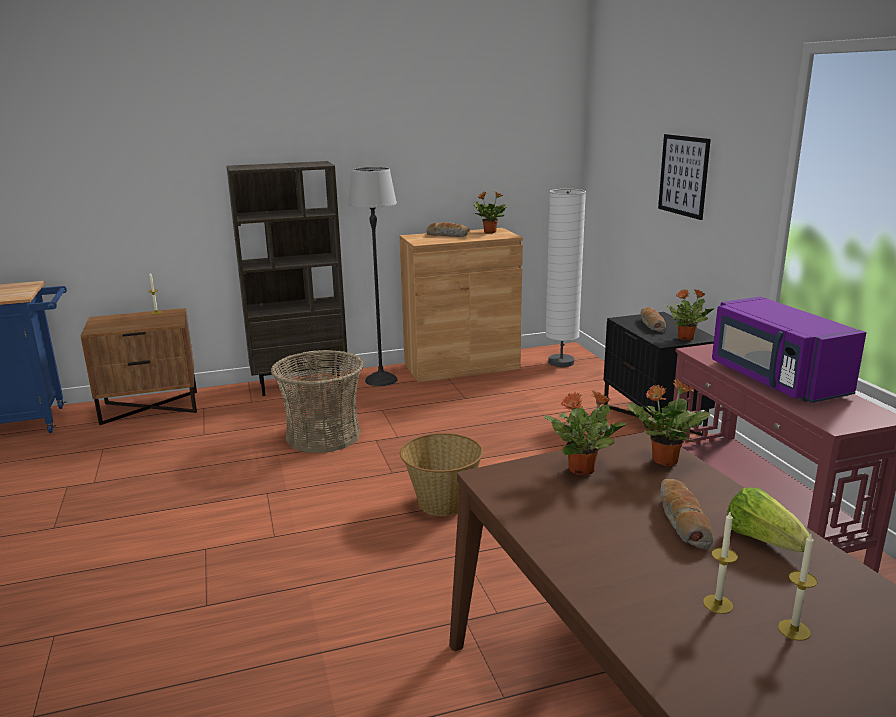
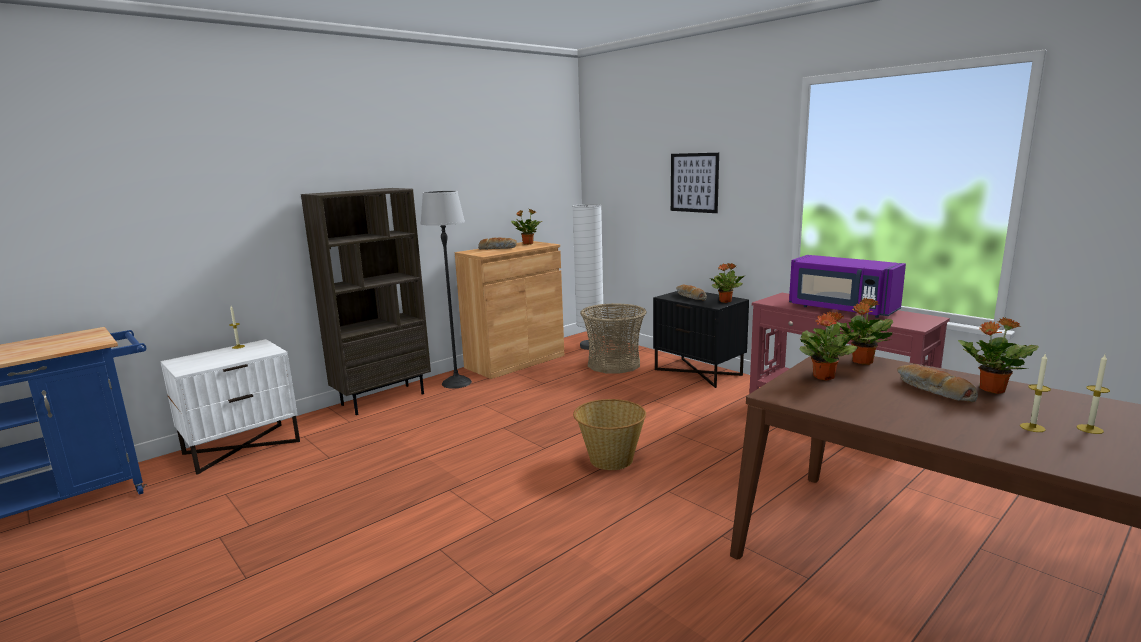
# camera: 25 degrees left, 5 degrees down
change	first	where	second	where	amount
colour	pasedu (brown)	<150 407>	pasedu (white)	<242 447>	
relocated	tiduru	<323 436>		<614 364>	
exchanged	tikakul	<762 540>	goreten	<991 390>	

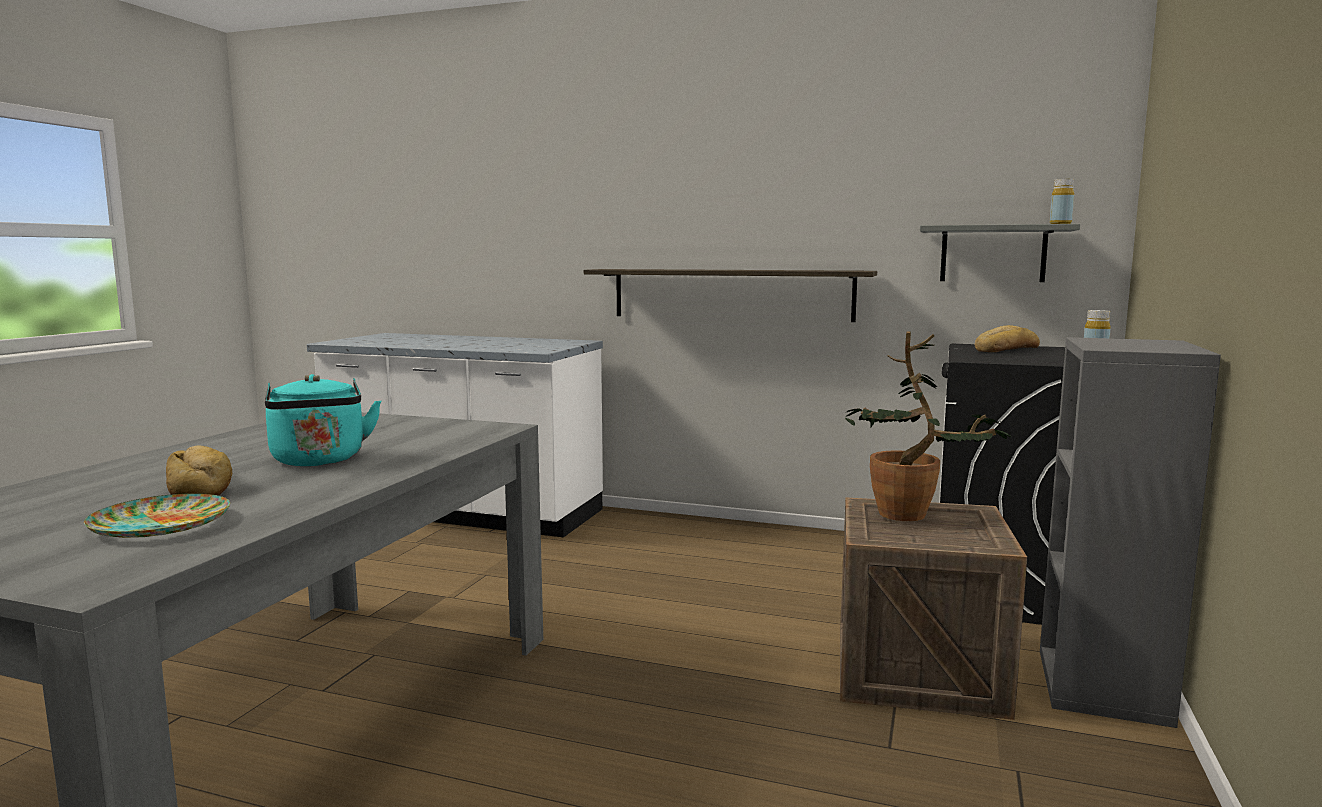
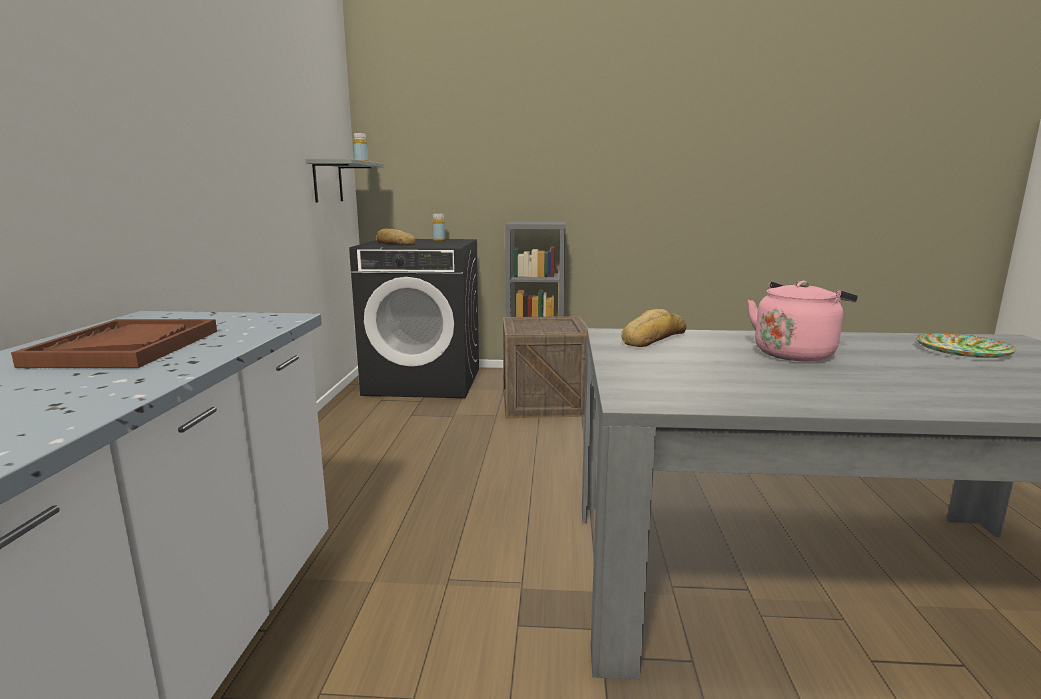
# camera: 105 degrees left, 5 degrees up
change	first	where	second	where	amount
missing	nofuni	<731 294>			
missing	goreten	<914 516>			
colour	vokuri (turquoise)	<319 461>	vokuri (pink)	<795 353>	
relocated	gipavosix	<199 485>		<651 338>	
appeared			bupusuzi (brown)	<127 347>	

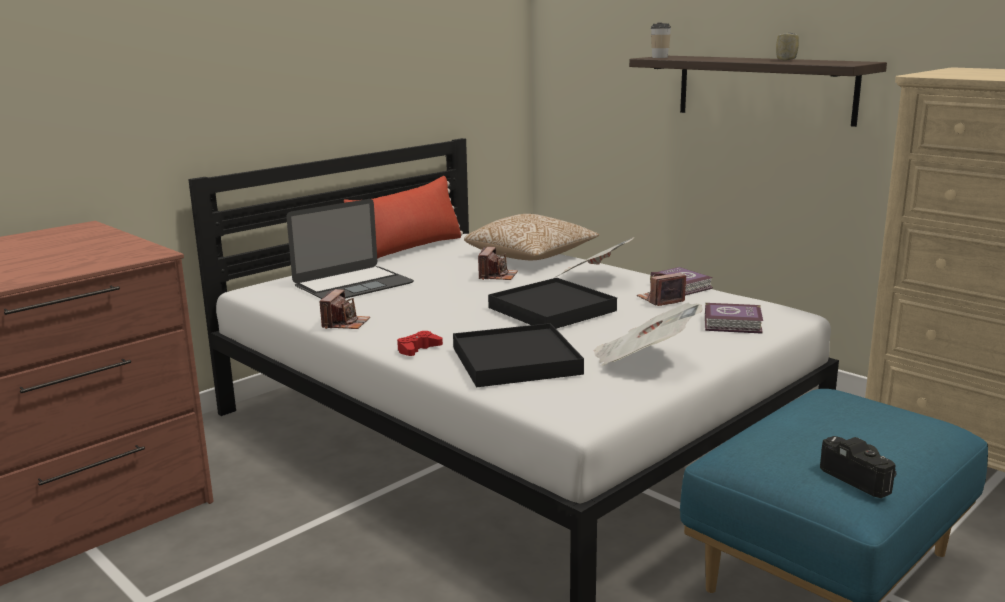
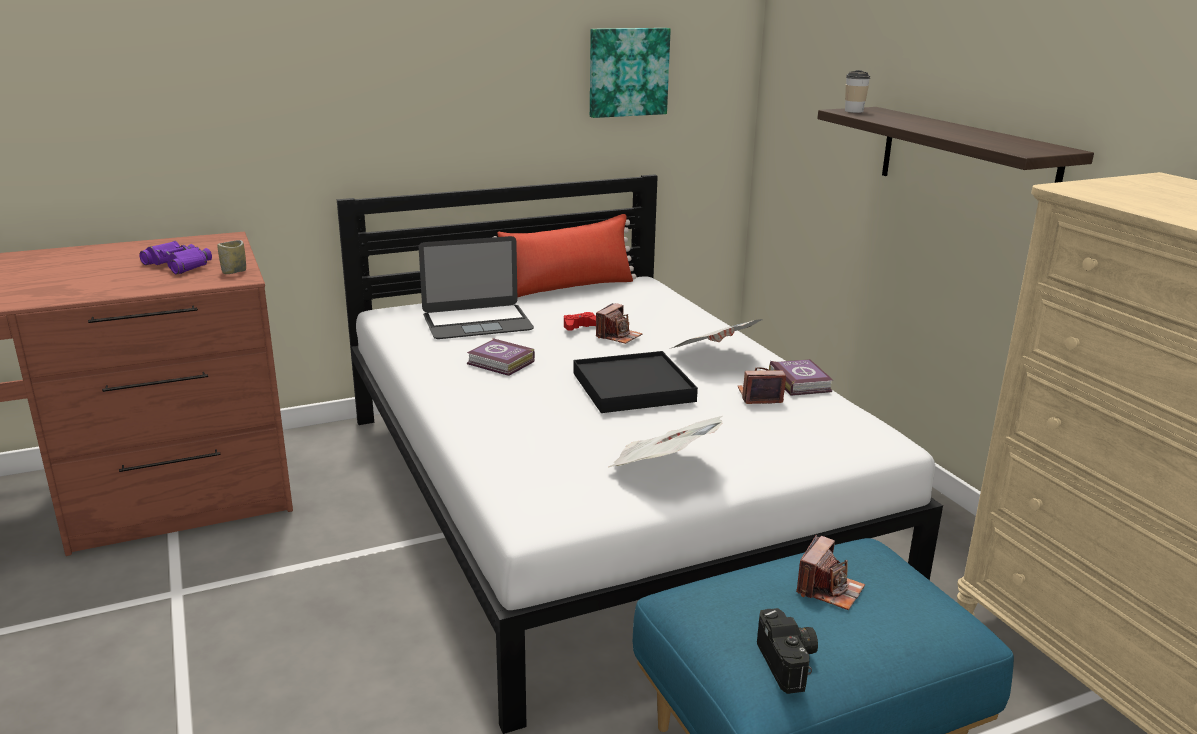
# camera: 20 degrees right, 5 degrees up
change	first	where	second	where	amount
relocated	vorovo	<786 60>		<234 272>	
missing	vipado	<531 256>			
relocated	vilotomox	<345 323>		<829 589>	
relocated	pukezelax	<734 325>		<501 363>	
missing	bupusuzi (black)	<516 361>			
relocated	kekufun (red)	<418 349>		<580 326>	
appeared			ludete	<627 72>	
appeared			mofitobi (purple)	<178 265>	

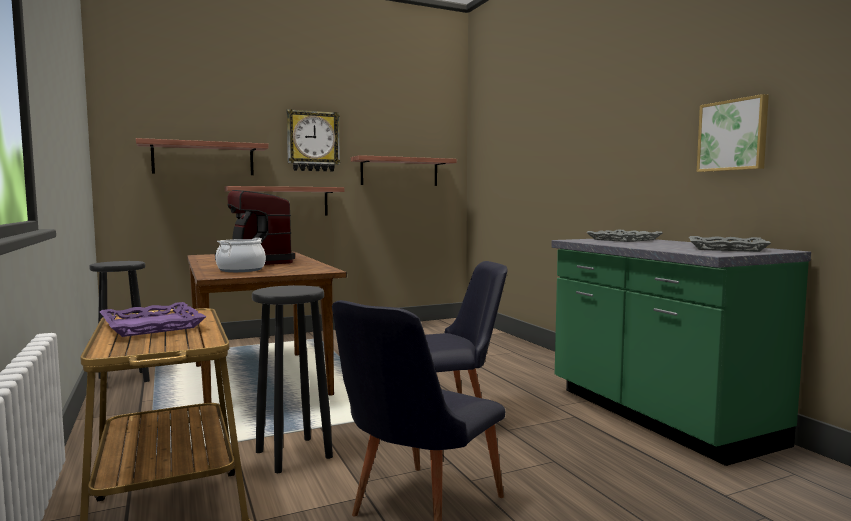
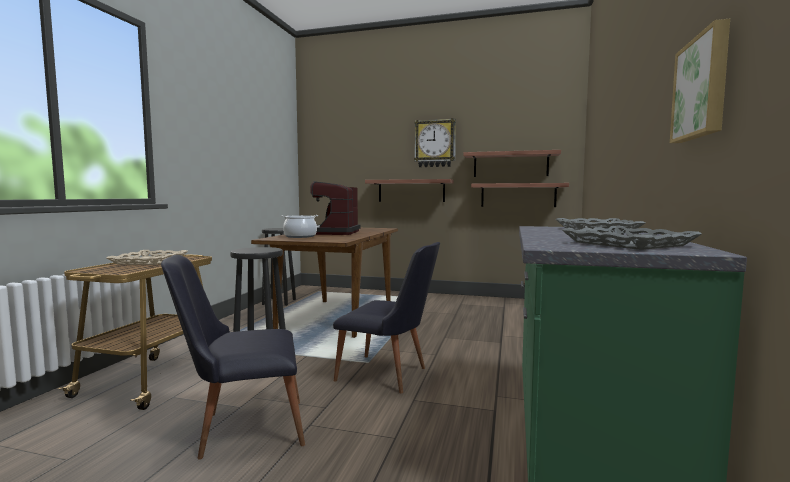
# camera: 40 degrees right, 0 degrees up
change	first	where	second	where	amount
relocated	nofuni	<203 159>		<518 195>	
colour	bupusuzi (purple)	<151 326>	bupusuzi (beige)	<149 261>	

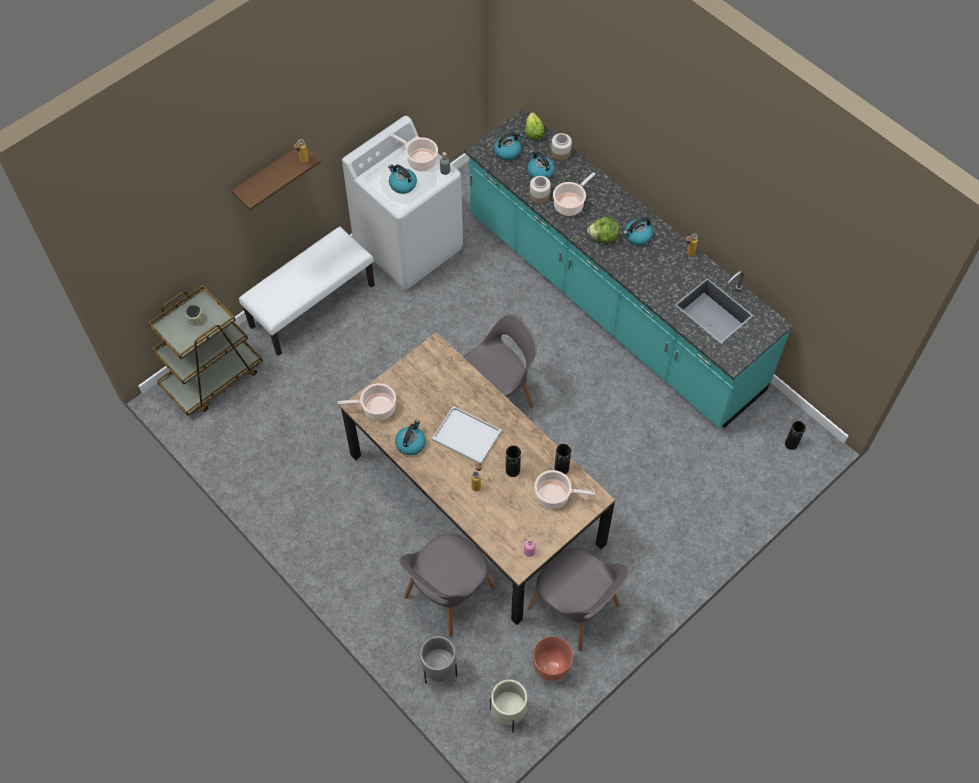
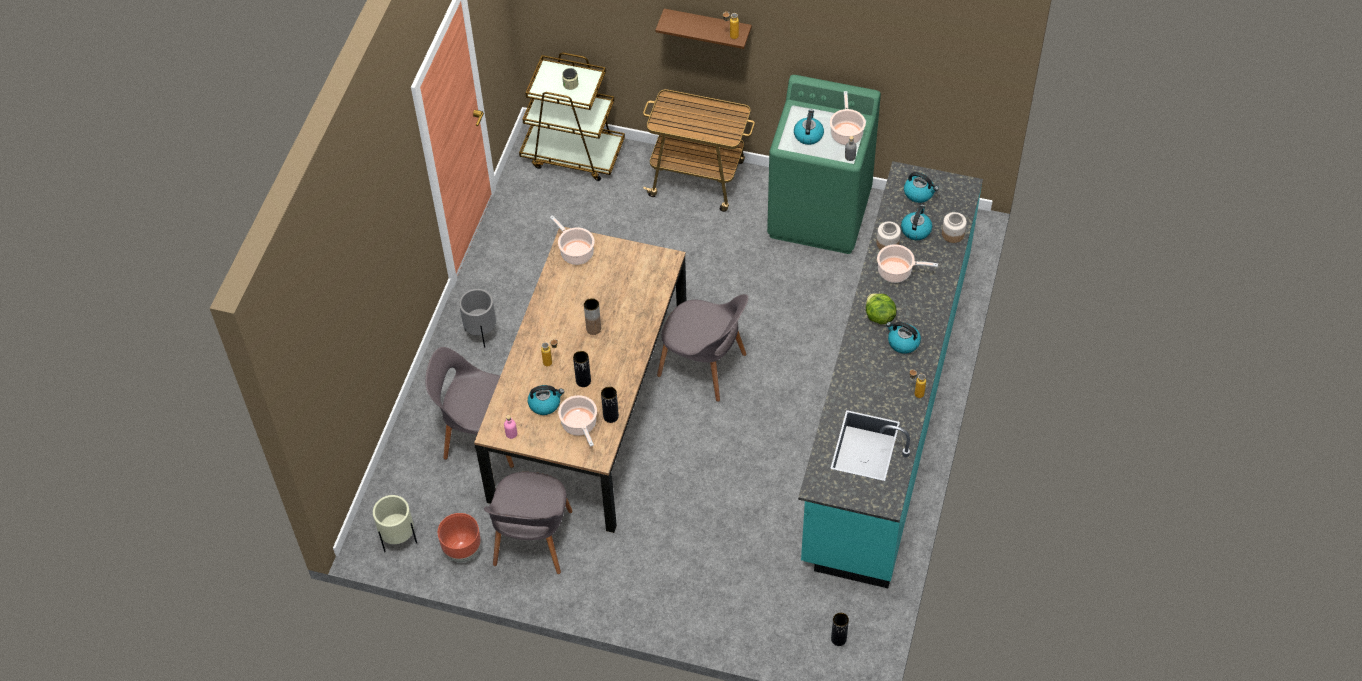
# camera: 60 degrees right, 5 degrees down
change	first	where	second	where	amount
missing	tikakul	<533 132>			
colour	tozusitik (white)	<409 246>	tozusitik (green)	<820 213>	
exchanged	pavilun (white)	<312 305>	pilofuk	<699 179>	
exchanged	bupusuzi (white)	<465 436>	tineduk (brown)	<593 328>	
relocated	vokuri	<410 443>		<545 403>	
relocated	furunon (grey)	<439 670>		<482 334>	

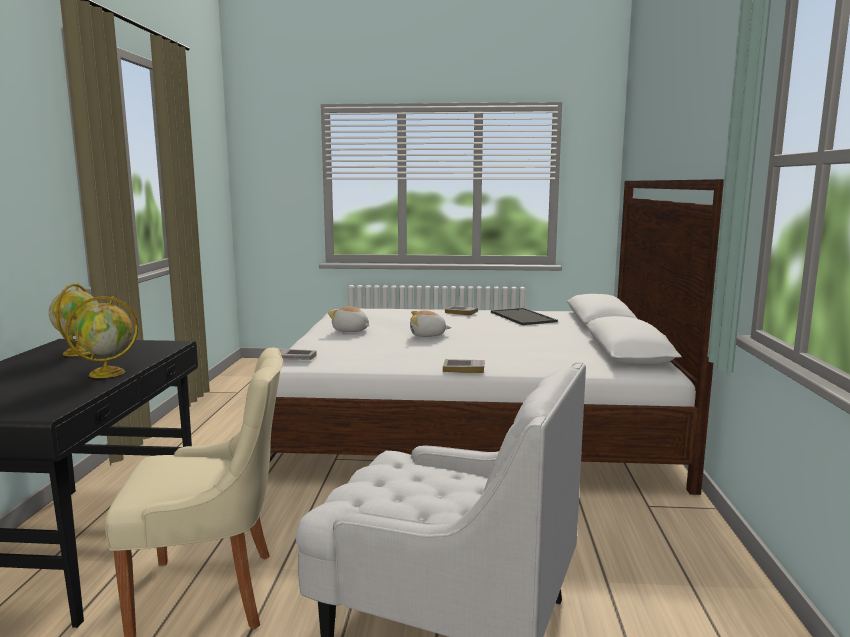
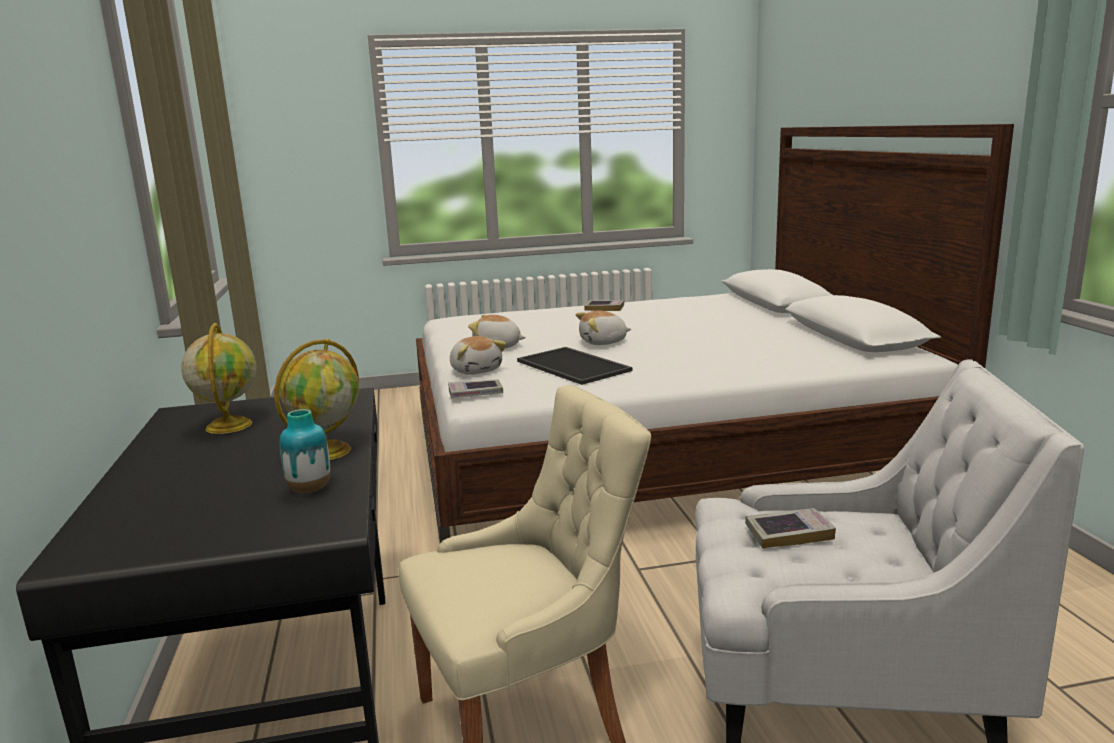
# camera: 15 degrees left, 5 degrees up
change	first	where	second	where	amount
relocated	bupusuzi	<524 317>		<575 366>	
relocated	pukezelax	<464 369>		<789 533>	
appeared			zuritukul	<476 370>	
appeared			tineduk	<309 489>	

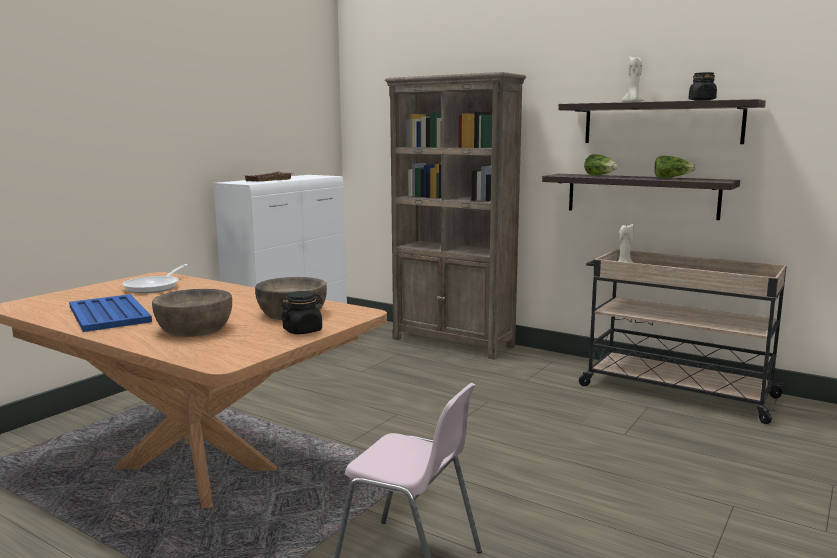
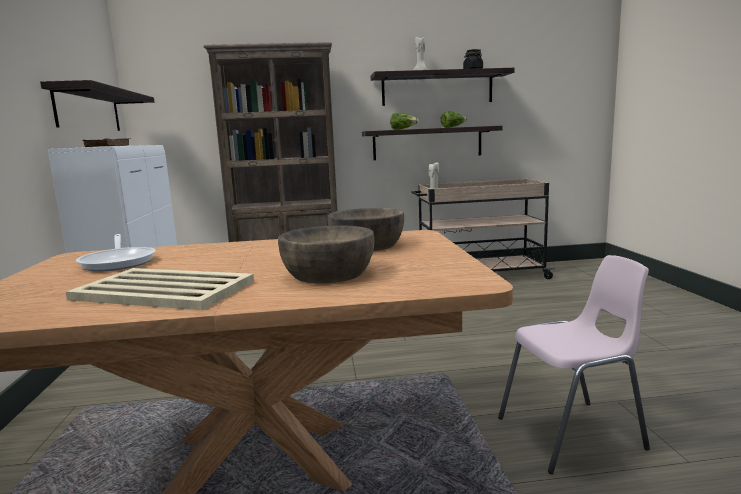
# camera: 40 degrees left, 0 degrees up
change	first	where	second	where	amount
missing	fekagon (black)	<303 331>			
colour	bupusuzi (blue)	<109 314>	bupusuzi (beige)	<162 290>	
appeared			nofuni	<88 110>	

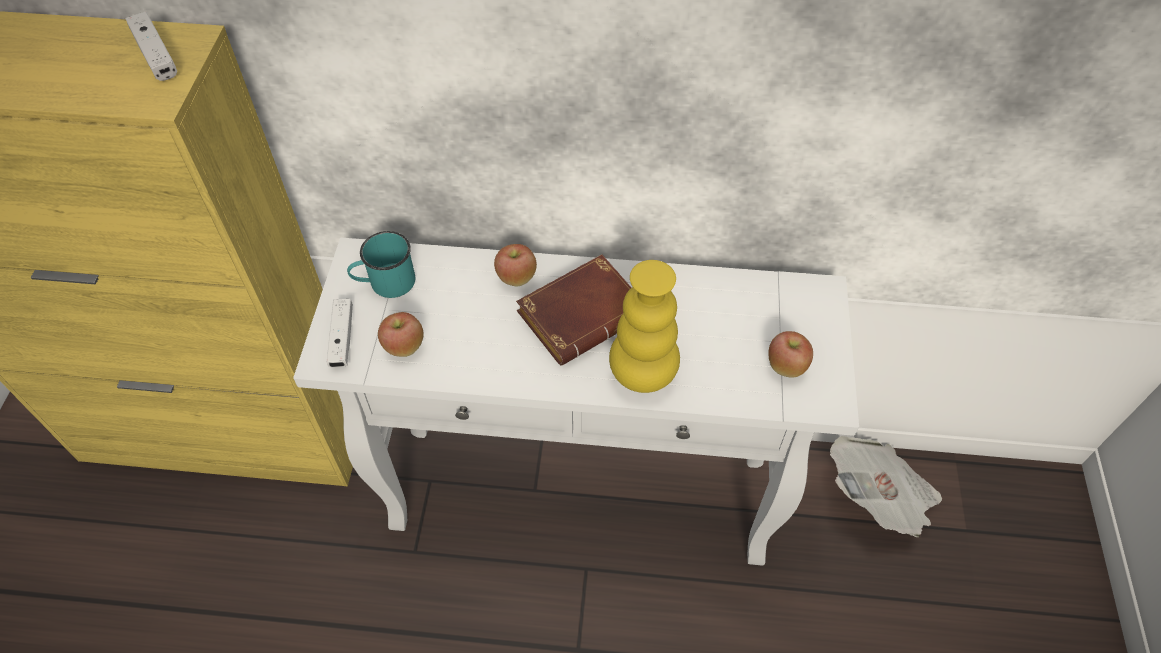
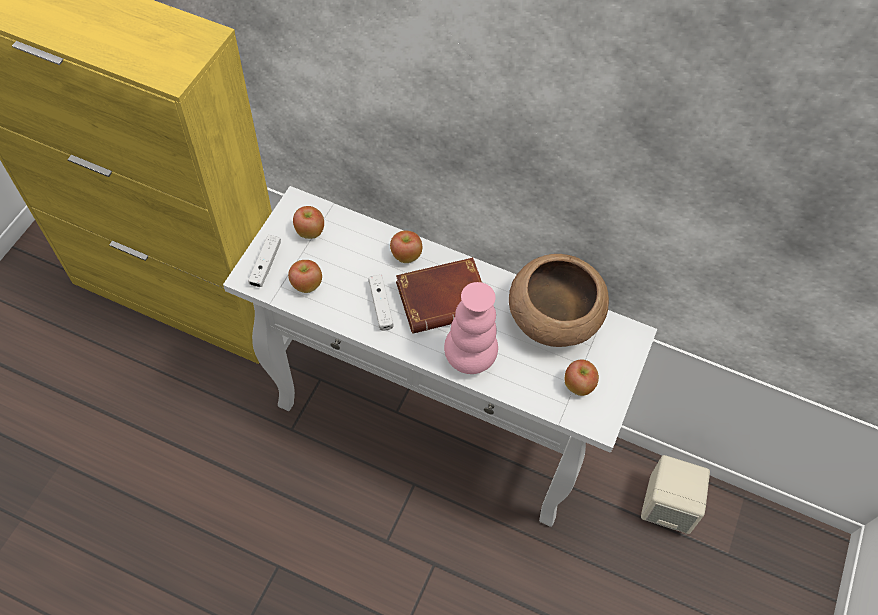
# camera: 15 degrees right, 5 degrees up
change	first	where	second	where	amount
relocated	kekufun (white)	<155 55>		<381 306>	
exchanged	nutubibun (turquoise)	<385 283>	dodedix	<310 231>	
colour	tineduk (yellow)	<642 374>	tineduk (pink)	<469 358>	
exchanged	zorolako	<879 498>	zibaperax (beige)	<666 506>	
appeared			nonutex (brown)	<554 318>	

